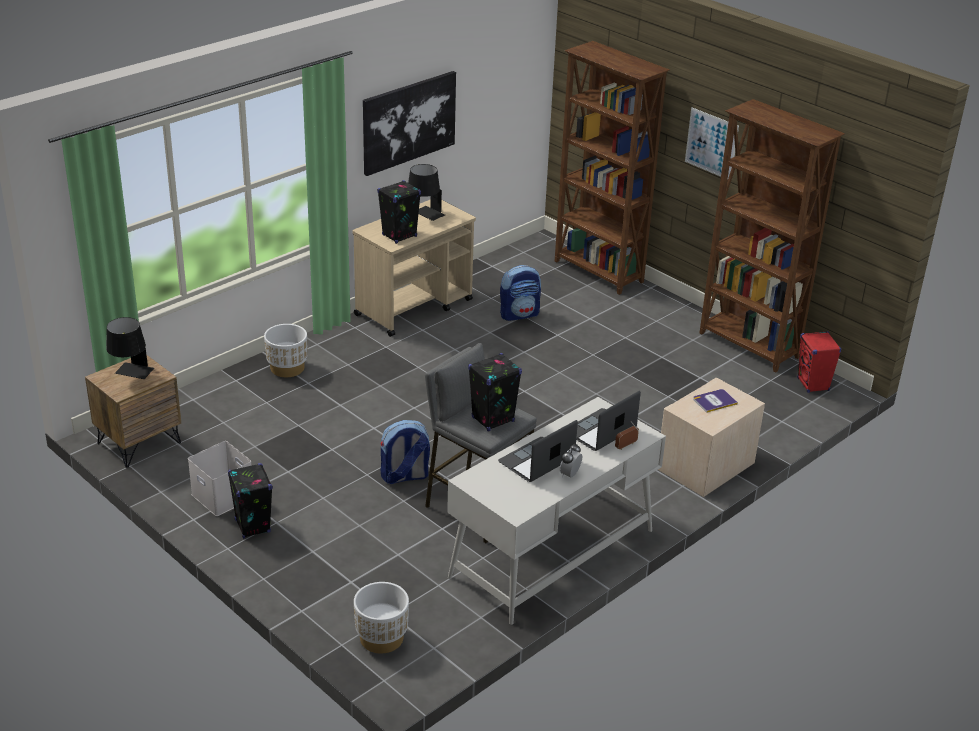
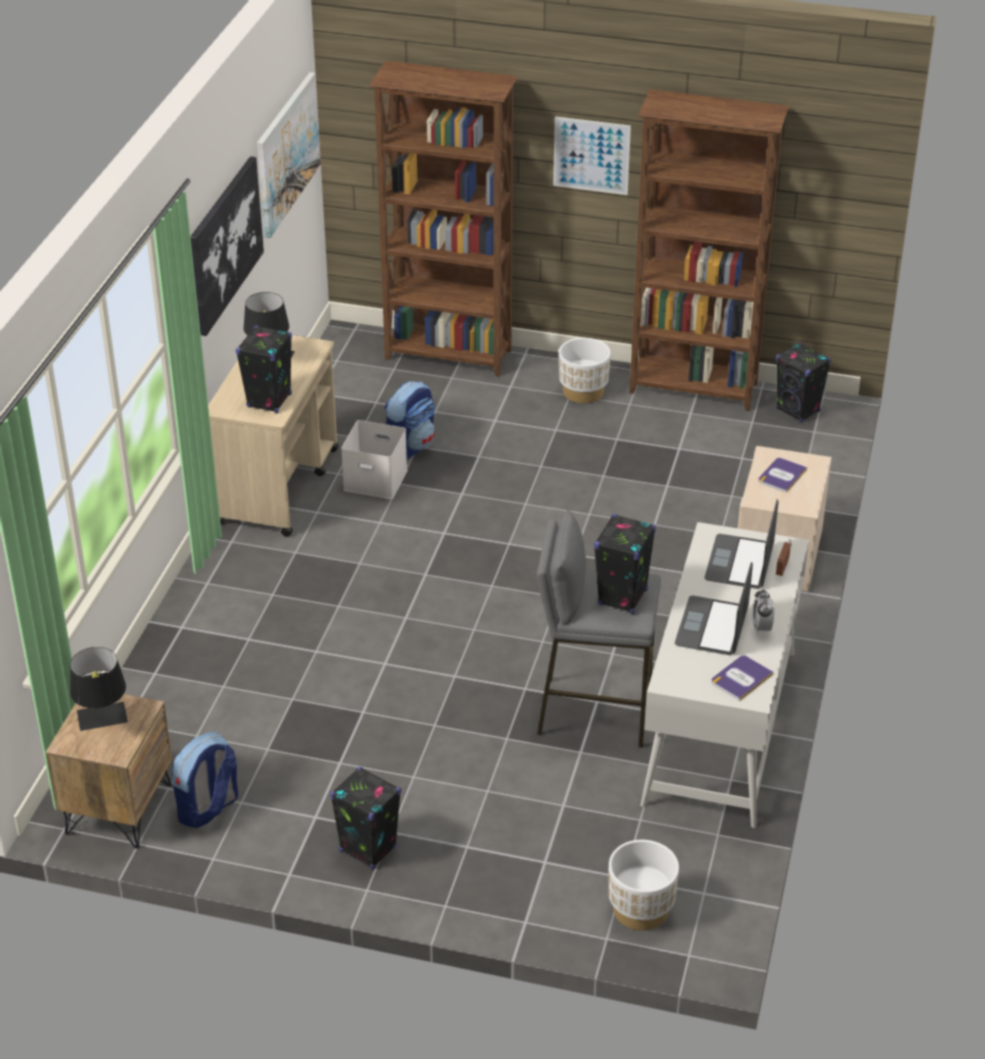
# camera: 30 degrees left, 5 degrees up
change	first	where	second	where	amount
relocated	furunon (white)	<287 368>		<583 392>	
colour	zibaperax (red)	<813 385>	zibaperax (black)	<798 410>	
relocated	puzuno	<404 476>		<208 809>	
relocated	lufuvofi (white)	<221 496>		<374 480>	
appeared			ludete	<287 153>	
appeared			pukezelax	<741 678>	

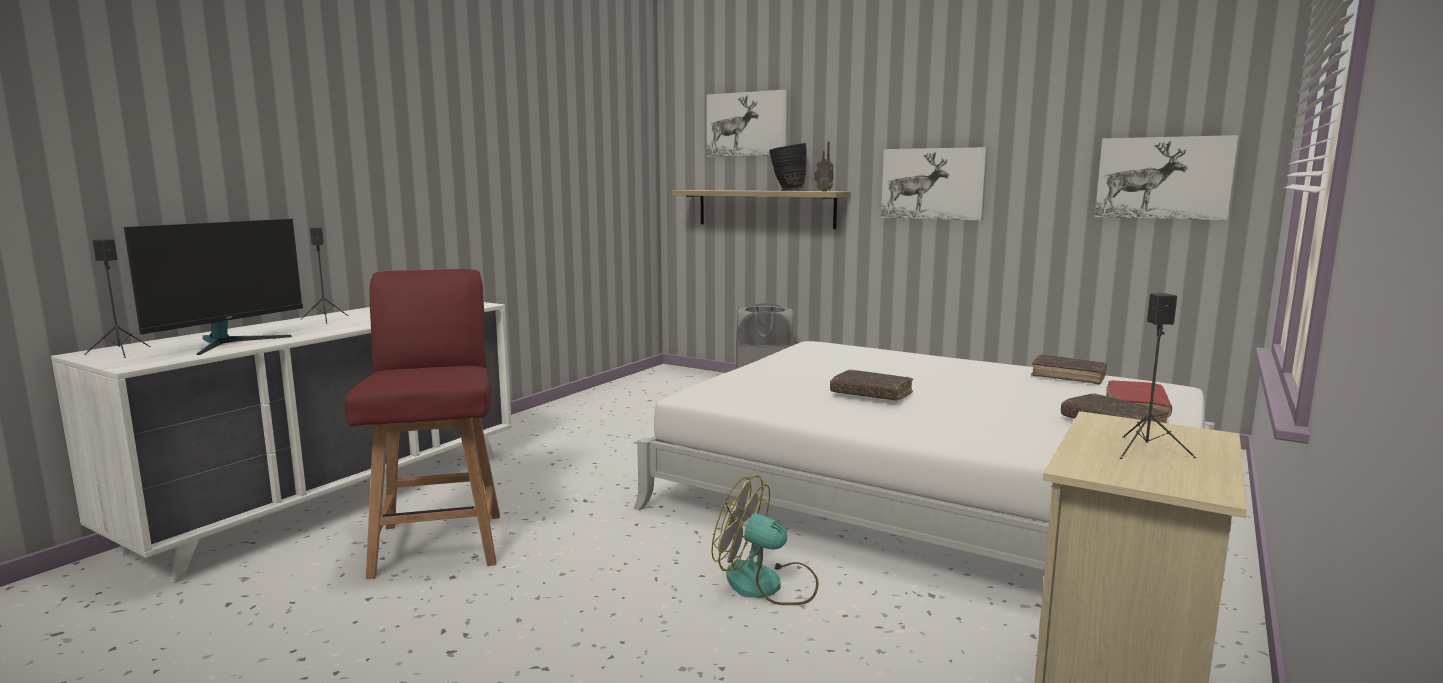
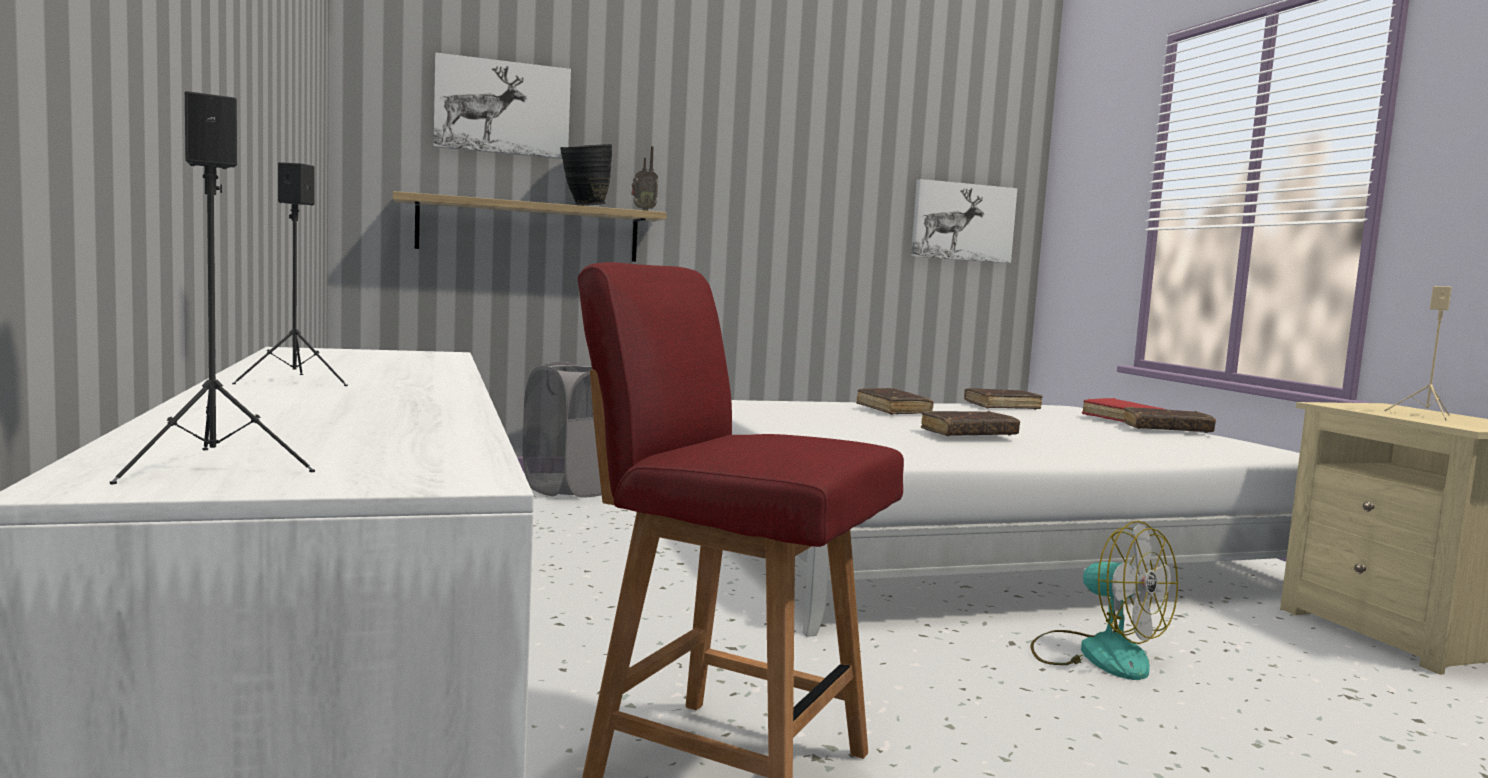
# camera: 50 degrees left, 5 degrees down
change	first	where	second	where	amount
missing	ludete	<933 183>			
missing	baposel	<229 342>			
colour	zibaperax (black)	<1147 450>	zibaperax (beige)	<1426 415>	
spun	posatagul	<767 585>		<1097 654>	105 degrees counterclockwise
appeared			pukezelax (brown)	<893 410>	

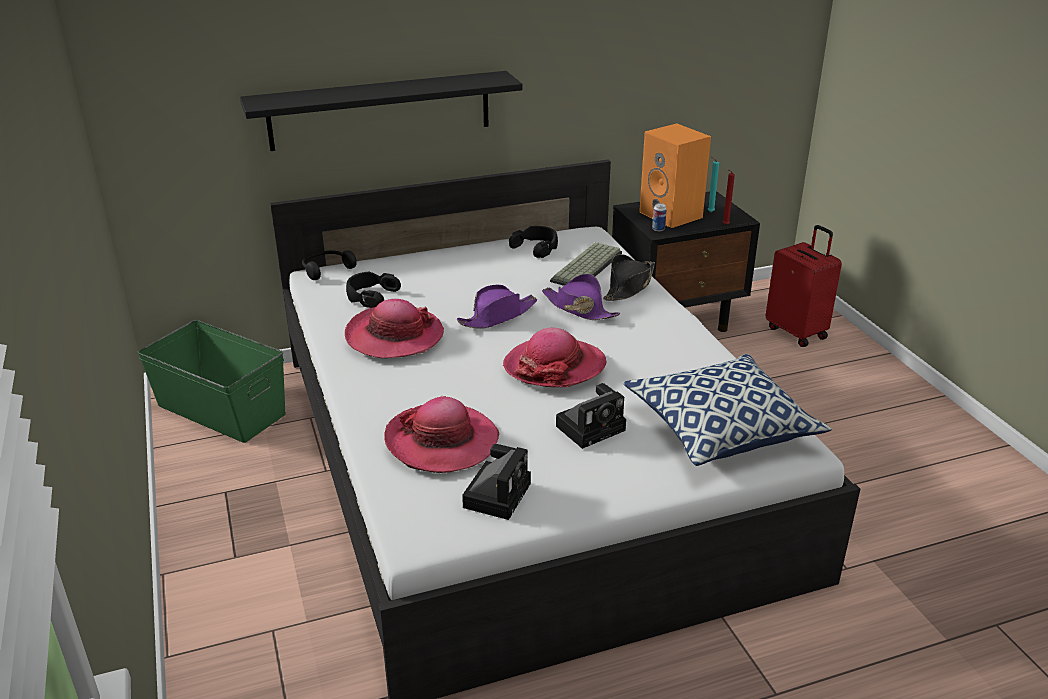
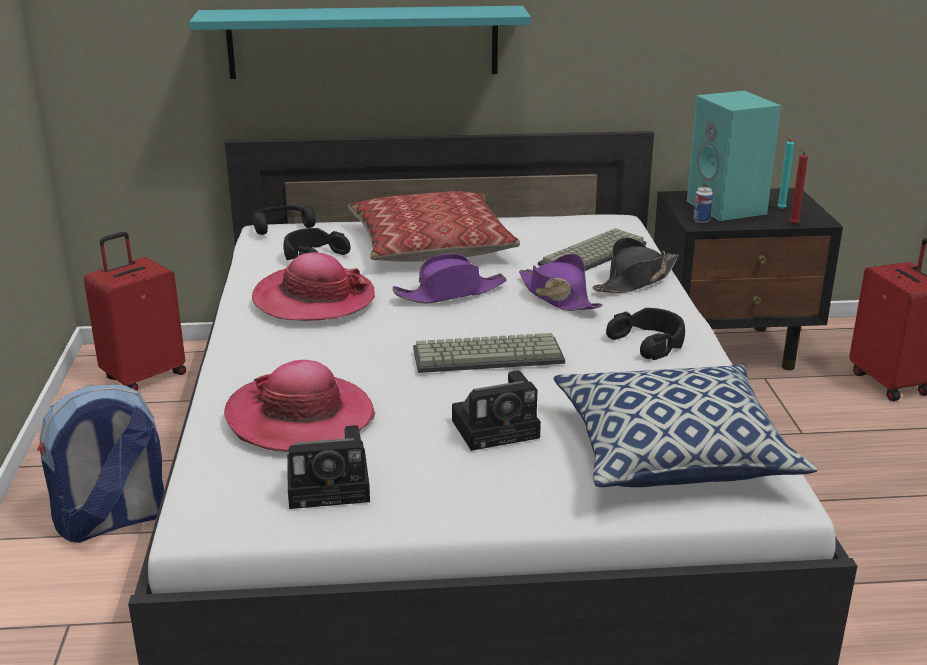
# camera: 15 degrees right, 5 degrees down
change	first	where	second	where	amount
colour	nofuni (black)	<380 110>	nofuni (turquoise)	<363 42>	
colour	zibaperax (orange)	<672 215>	zibaperax (turquoise)	<728 208>	
relocated	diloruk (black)	<536 247>		<649 342>	
exchanged	lufuvofi (green)	<221 409>	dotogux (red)	<144 376>	
exchanged	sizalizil	<554 366>	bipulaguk	<489 355>	
spun	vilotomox	<497 493>		<332 485>	45 degrees clockwise
appeared			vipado	<431 245>	
appeared			puzuno	<112 521>	

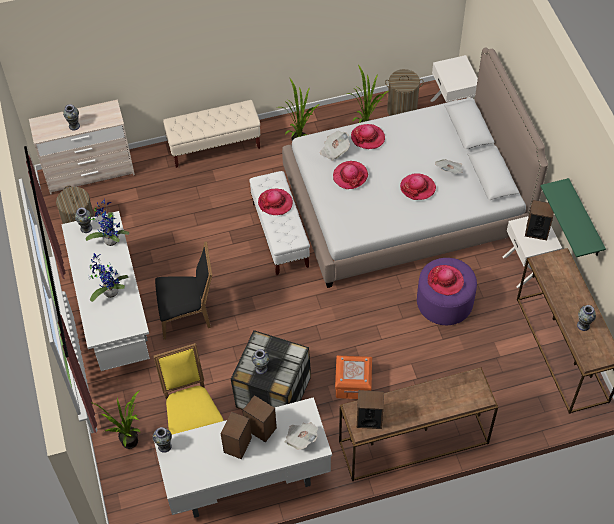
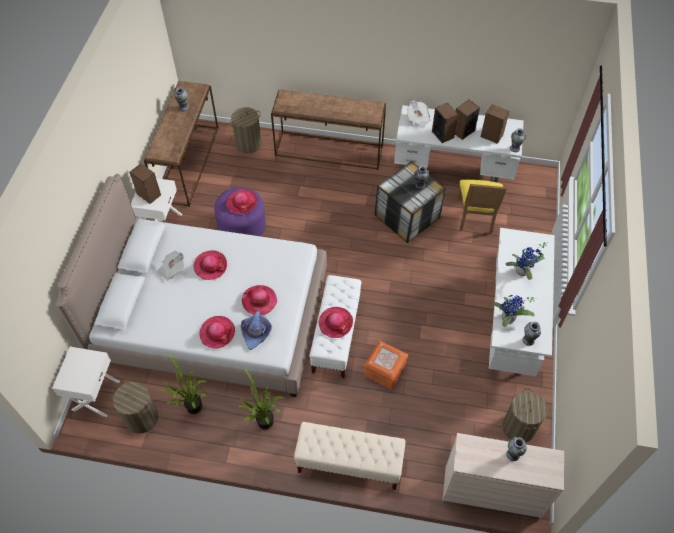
# camera: 155 degrees left, 0 degrees up
change	first	where	second	where	amount
exchanged	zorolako	<334 150>	sizalizil (purple)	<256 333>	
missing	nofuni (green)	<584 220>			
missing	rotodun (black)	<188 315>			
relocated	lufuvofi (orange)	<353 383>		<385 370>	
missing	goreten	<131 445>			
relocated	zibaperax	<369 419>		<491 135>	
appeared			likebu	<248 144>	

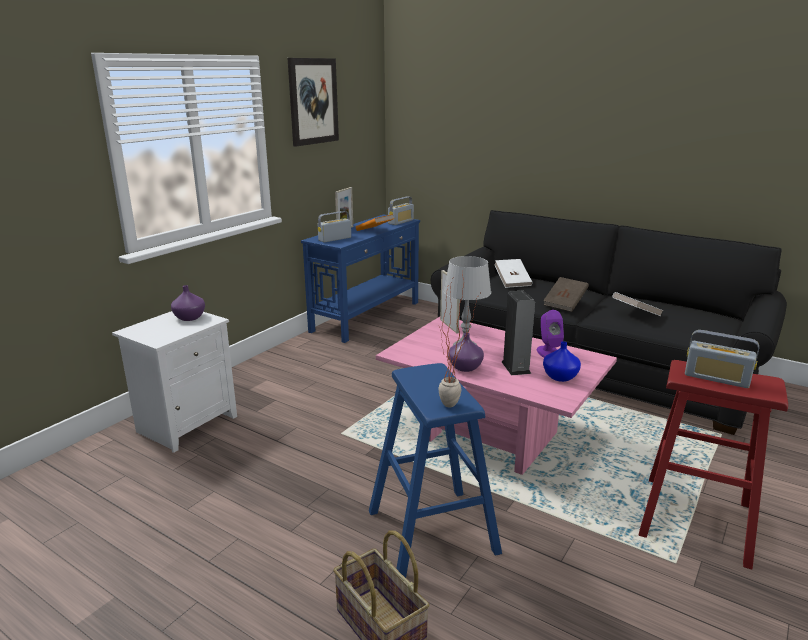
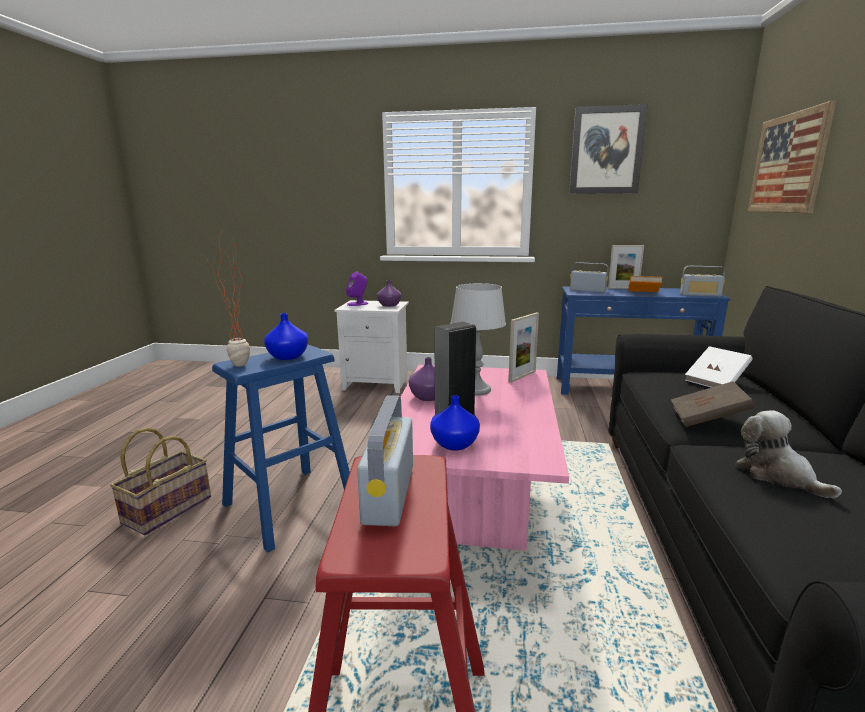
# camera: 65 degrees right, 5 degrees down
change	first	where	second	where	amount
exchanged	pukezelax (white)	<635 314>	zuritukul	<777 475>	
relocated	zibaperax (purple)	<548 352>		<358 304>	
appeared			ludete	<787 163>	
appeared			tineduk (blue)	<288 356>	

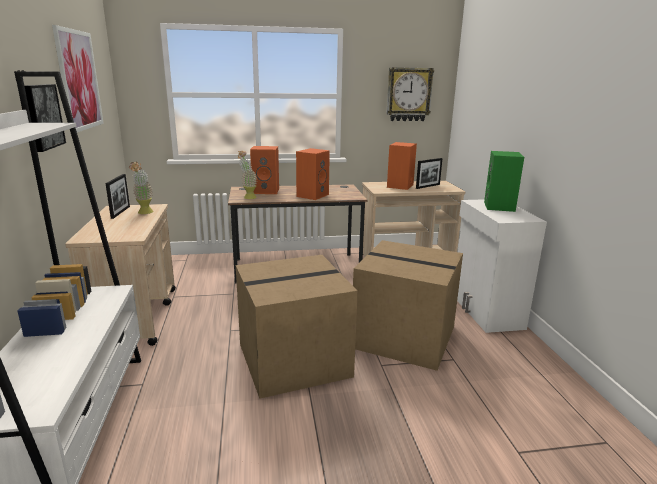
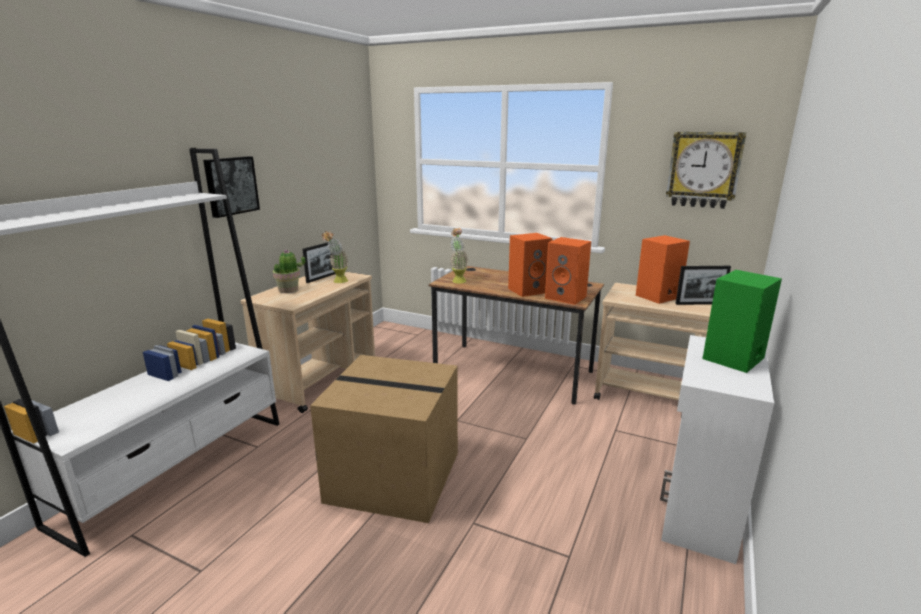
# camera: 35 degrees right, 0 degrees up
change	first	where	second	where	amount
missing	ludete	<79 80>			
relocated	zibaperax (orange)	<266 191>		<567 297>	
missing	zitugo	<406 336>			
appeared			goreten	<288 290>	

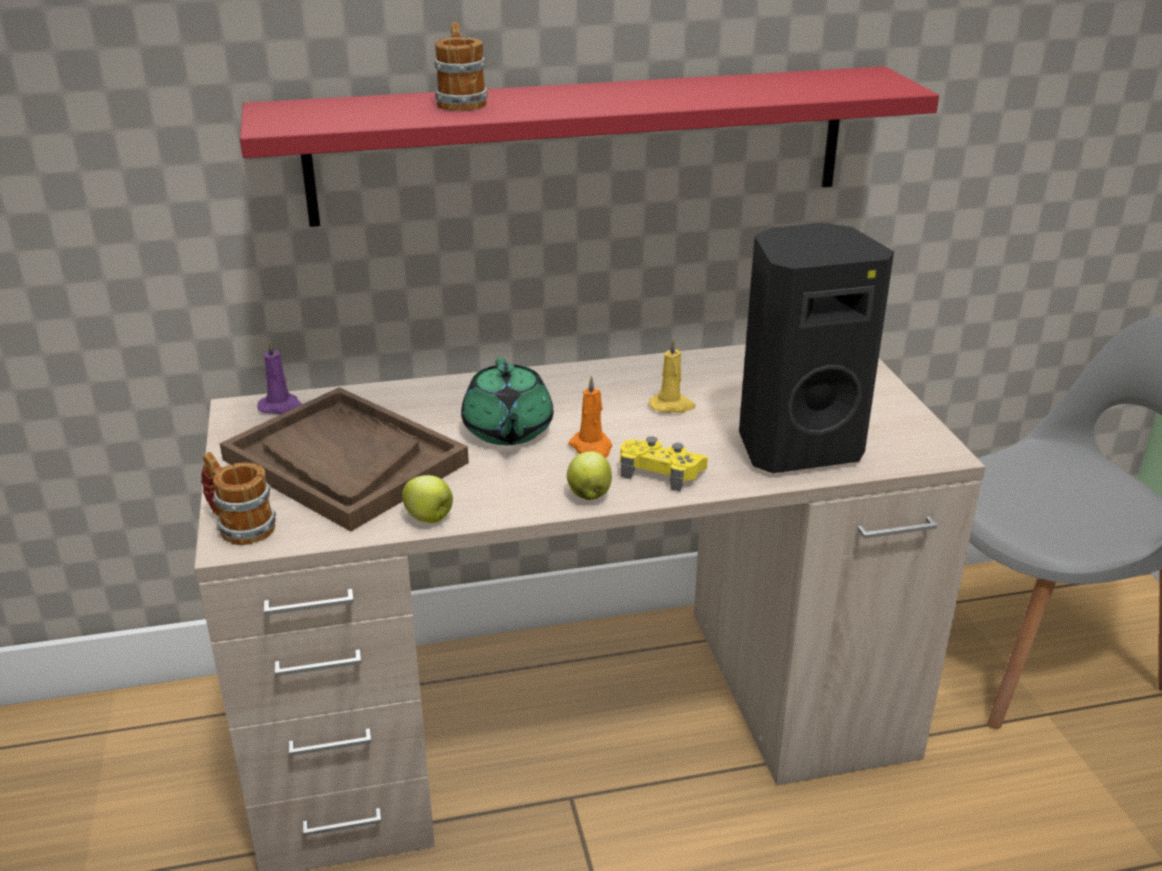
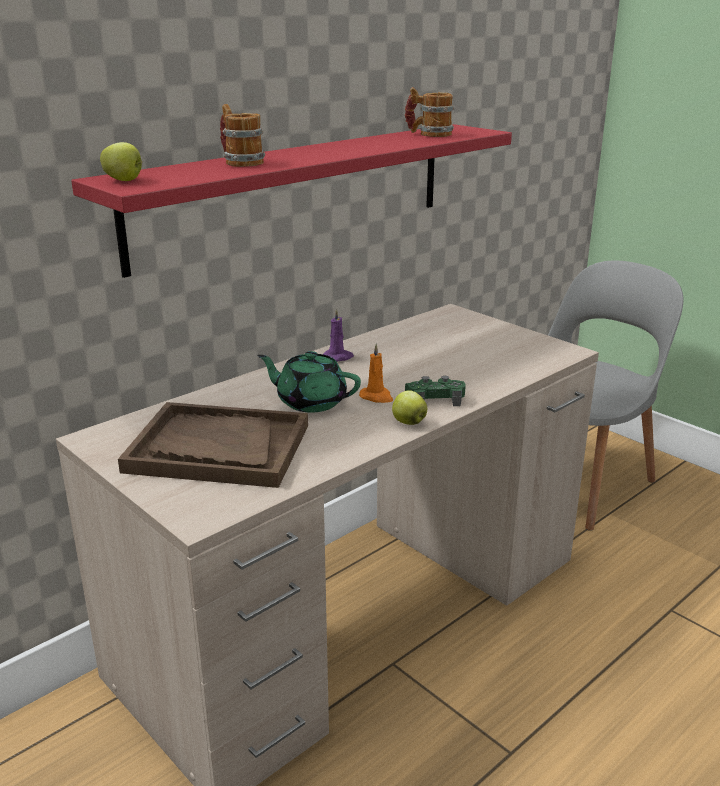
# camera: 30 degrees left, 5 degrees down
change	first	where	second	where	amount
missing	zibaperax (black)	<796 446>			
missing	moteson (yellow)	<672 406>			
relocated	moteson (purple)	<282 407>		<338 357>	
spun	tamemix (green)	<507 431>		<310 402>	150 degrees clockwise
colour	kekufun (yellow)	<661 471>	kekufun (green)	<435 399>	
relocated	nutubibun	<239 526>		<428 134>	
relocated	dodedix	<430 518>		<125 180>	

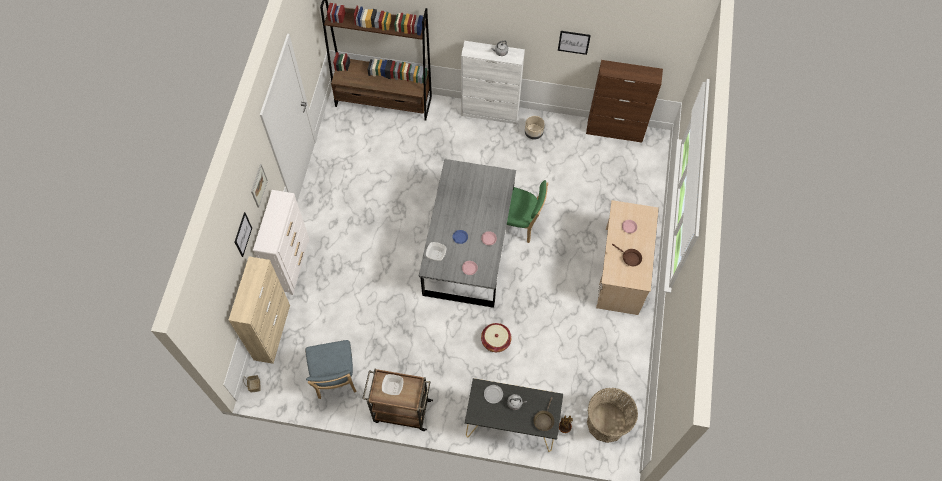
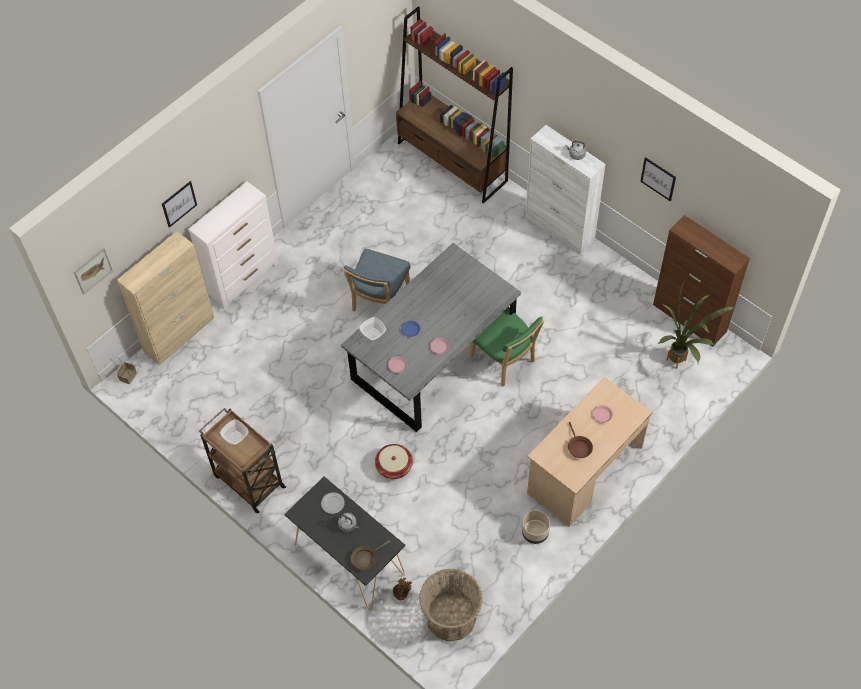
# camera: 35 degrees right, 5 degrees down
change	first	where	second	where	amount
relocated	furunon (beige)	<533 133>		<535 533>	
relocated	ludete	<258 185>		<92 270>	
relocated	rotodun (blue)	<335 379>		<379 301>	
appeared			goreten	<679 365>	

